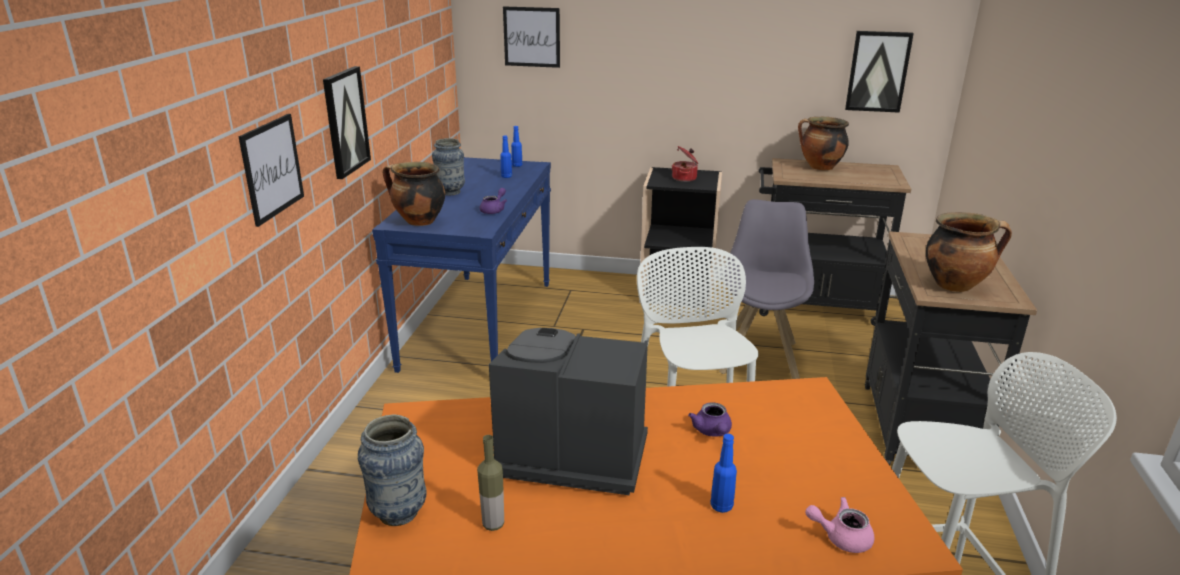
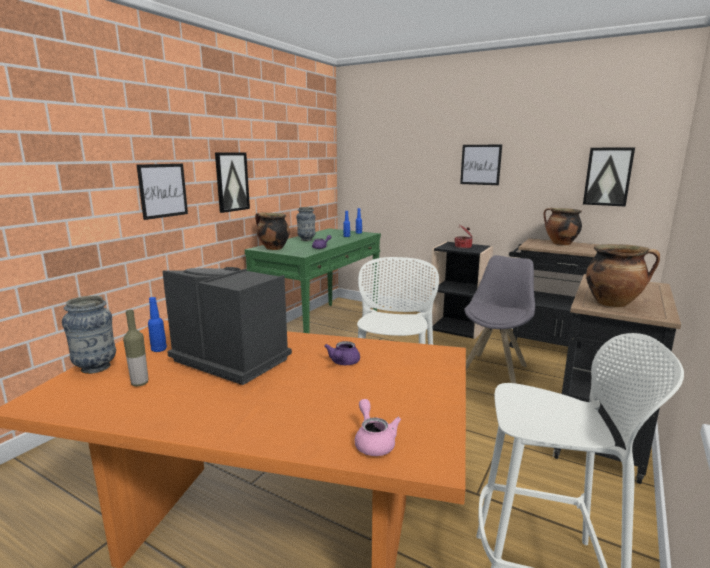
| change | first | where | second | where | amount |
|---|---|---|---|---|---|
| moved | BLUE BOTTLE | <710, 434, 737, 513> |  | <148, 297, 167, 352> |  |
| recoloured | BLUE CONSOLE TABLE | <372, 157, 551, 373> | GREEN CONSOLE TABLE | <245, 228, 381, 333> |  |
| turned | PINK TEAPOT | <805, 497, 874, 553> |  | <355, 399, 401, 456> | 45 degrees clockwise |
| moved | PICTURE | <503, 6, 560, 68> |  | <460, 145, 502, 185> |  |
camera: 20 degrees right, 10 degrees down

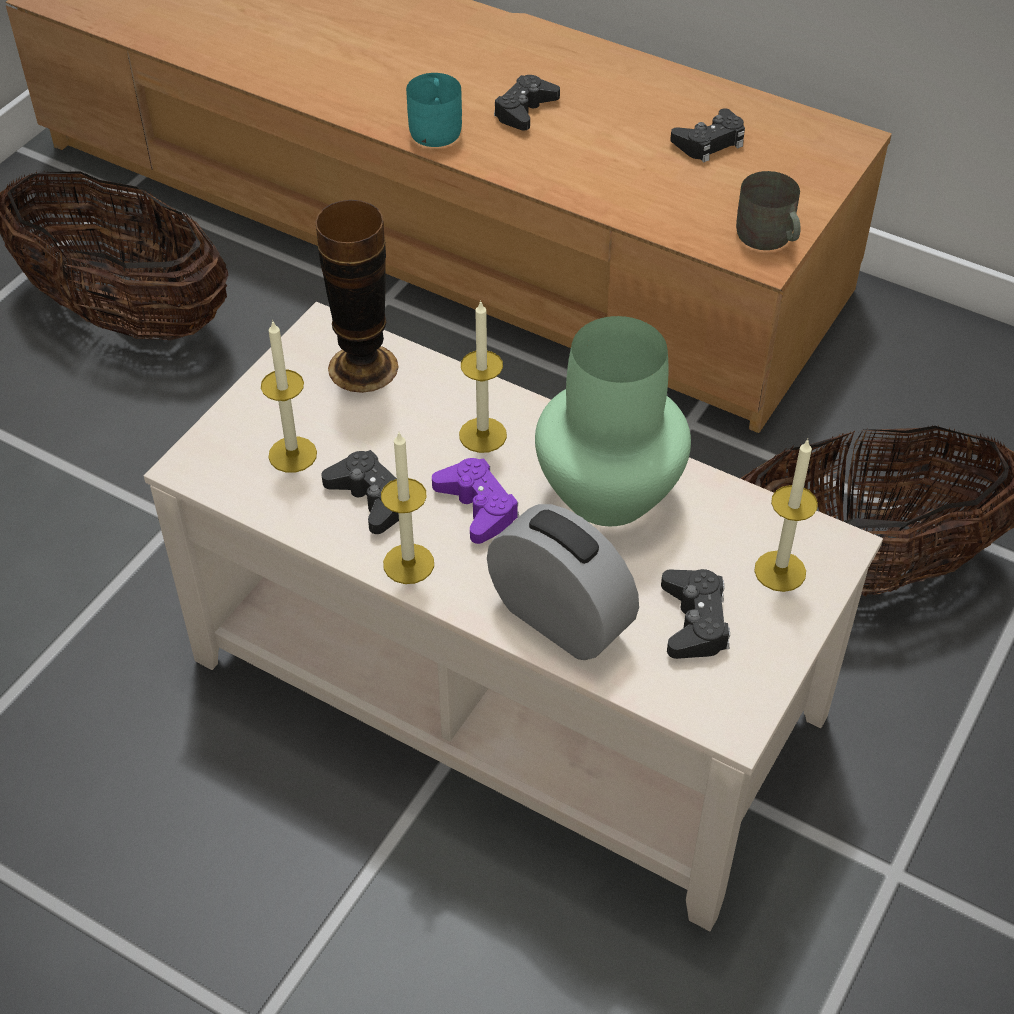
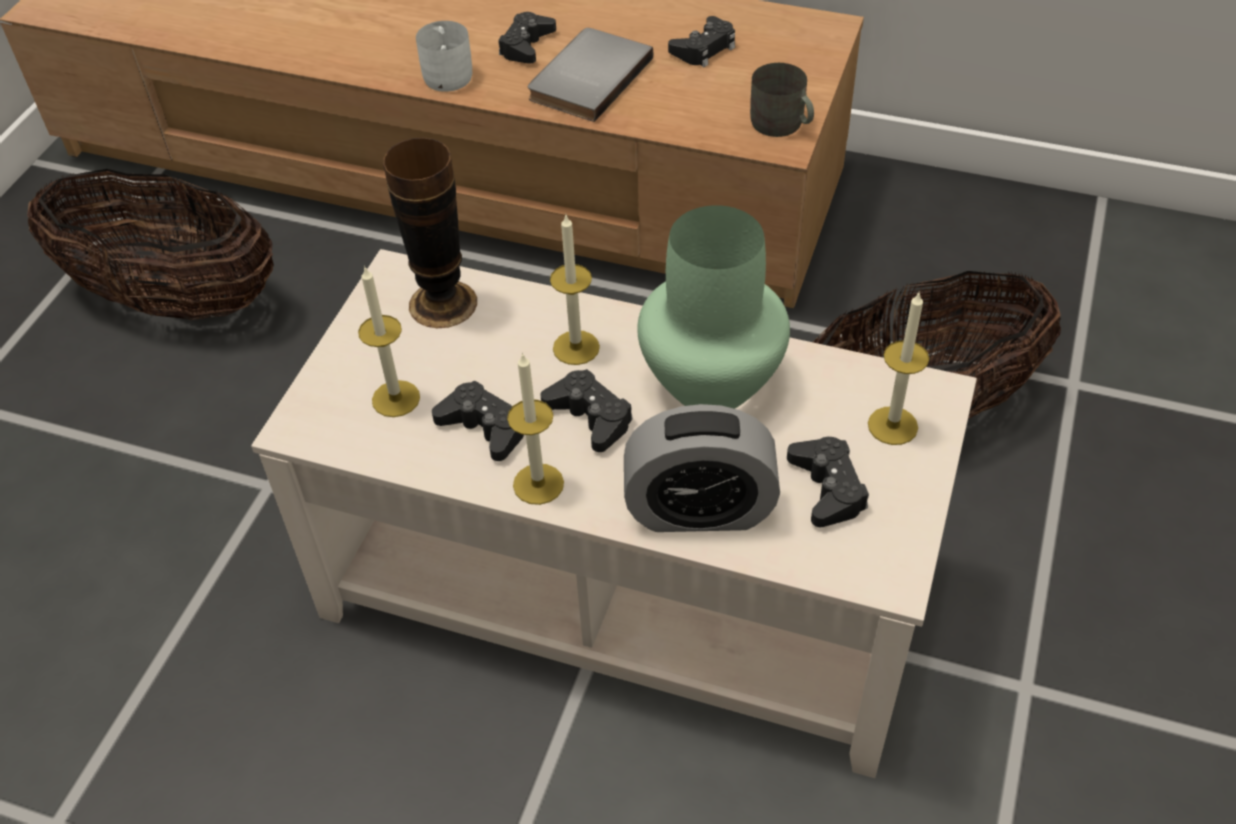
| change | first | where | second | where | amount |
|---|---|---|---|---|---|
| recoloured | TURQUOISE MUG | <406, 73, 462, 147> | WHITE MUG | <416, 21, 472, 92> |  |
| added |  |  | GREY BOOK | <528, 28, 653, 122> |  |
| recoloured | PURPLE GAME CONTROLLER | <432, 458, 519, 544> | BLACK GAME CONTROLLER | <540, 369, 633, 452> |  |
| turned | ALARM CLOCK | <487, 504, 639, 660> |  | <624, 404, 780, 532> | 150 degrees clockwise |
camera: 10 degrees left, 0 degrees up

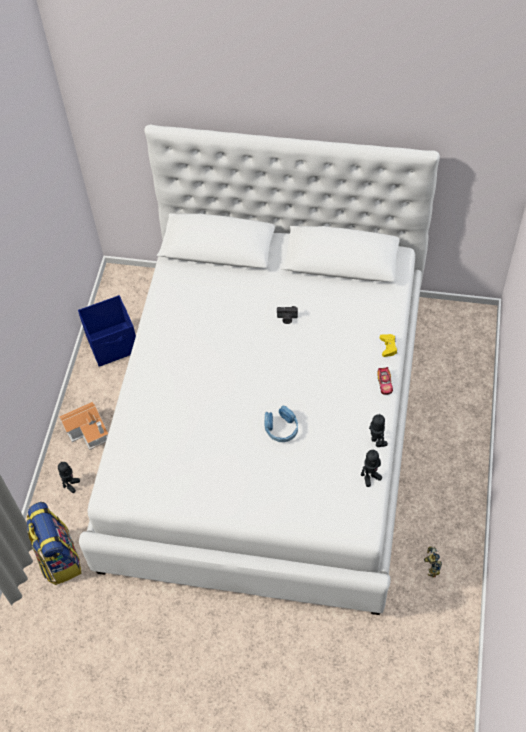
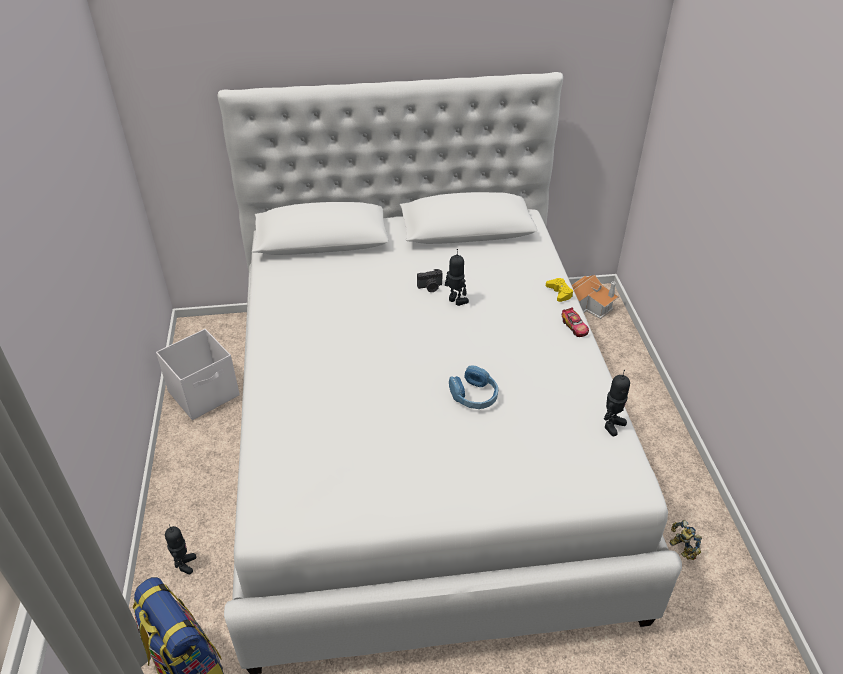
| change | first | where | second | where | amount |
|---|---|---|---|---|---|
| recoloured | BLUE STORAGE BOX | <78, 295, 136, 367> | WHITE STORAGE BOX | <156, 329, 240, 420> |  |
| moved | TOY ROBOT | <369, 414, 388, 447> |  | <445, 249, 469, 306> |  |
| moved | TOY HOUSE | <59, 401, 108, 450> |  | <572, 275, 618, 319> |  |
camera: 20 degrees left, 15 degrees down

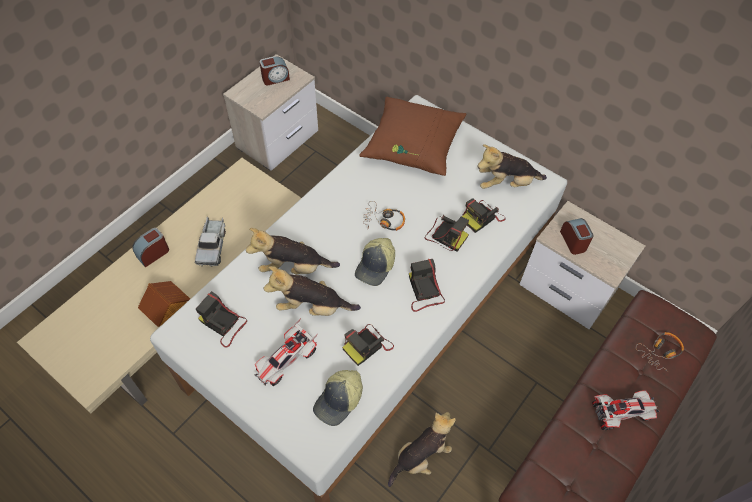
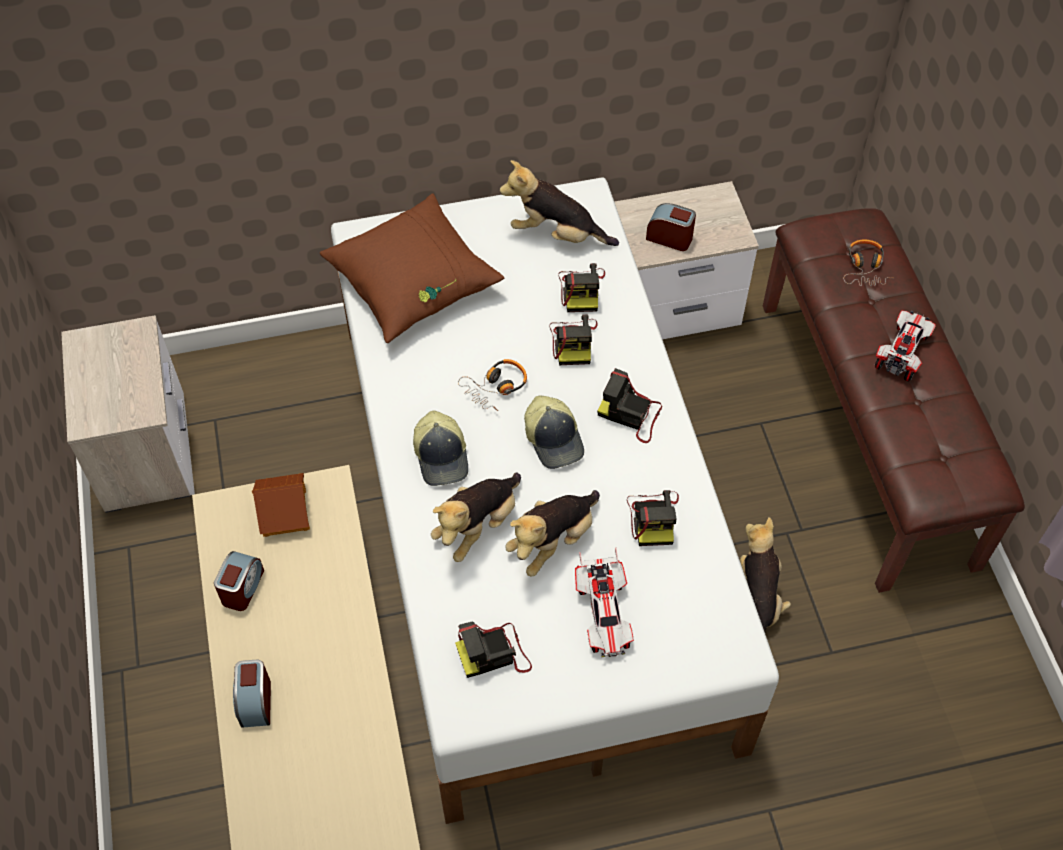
| change | first | where | second | where | amount |
|---|---|---|---|---|---|
| moved | ALARM CLOCK | <260, 56, 290, 85> |  | <214, 551, 264, 611> |  |
| moved | TOY HOUSE | <138, 281, 190, 327> |  | <252, 473, 310, 537> |  |
| moved | CAP | <313, 370, 363, 426> |  | <413, 411, 468, 486> |  |
| turned | PLUSH TOY | <477, 144, 547, 189> |  | <500, 160, 619, 246> | 75 degrees clockwise |
| turned | PHOTO CAMERA | <425, 215, 469, 252> |  | <550, 315, 598, 365> | 105 degrees clockwise |
| removed | TOY TRUCK | <195, 217, 226, 267> |  |  |  |
camera: 50 degrees left, 0 degrees up

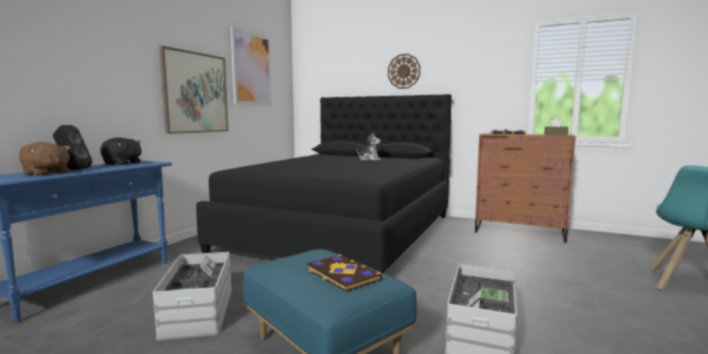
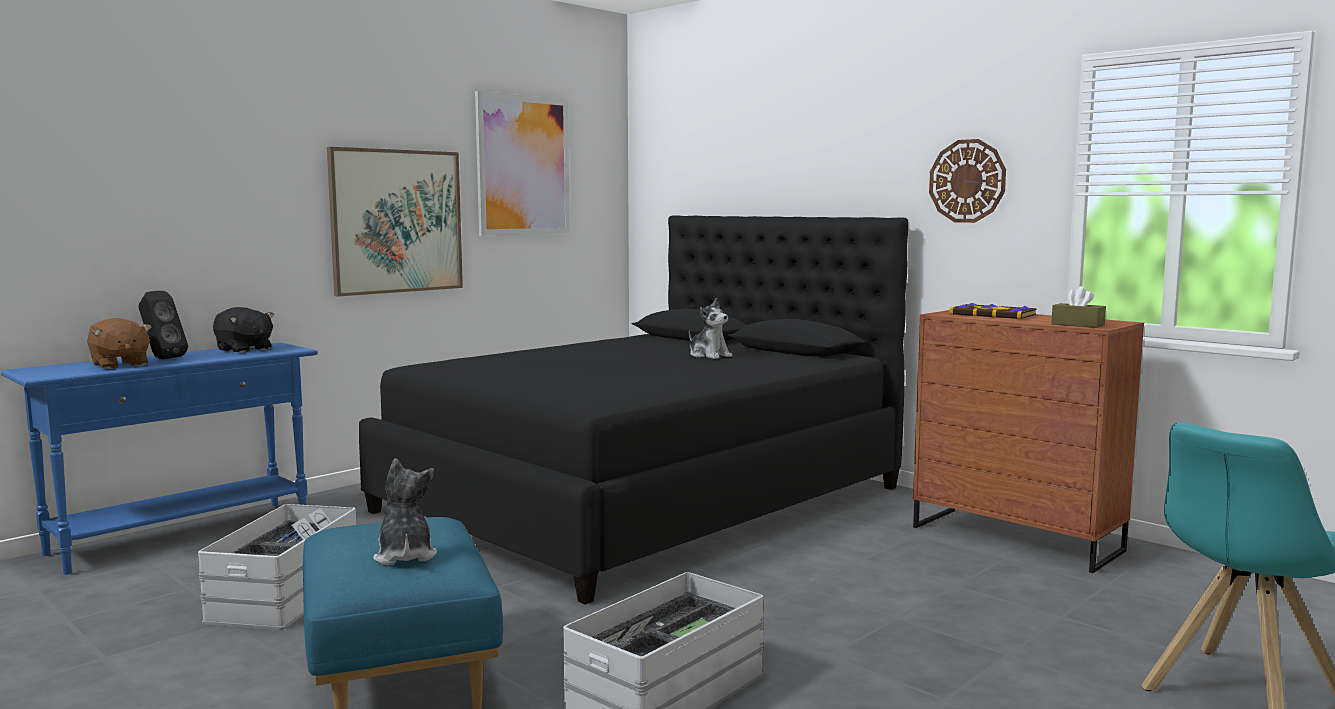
| change | first | where | second | where | amount |
|---|---|---|---|---|---|
| replaced | BOOK | <306, 254, 382, 292> | PLUSH TOY | <373, 458, 437, 565> |  |
| moved | WALL CLOCK | <388, 54, 420, 89> |  | <929, 139, 1006, 223> |  |
camera: 20 degrees right, 0 degrees up

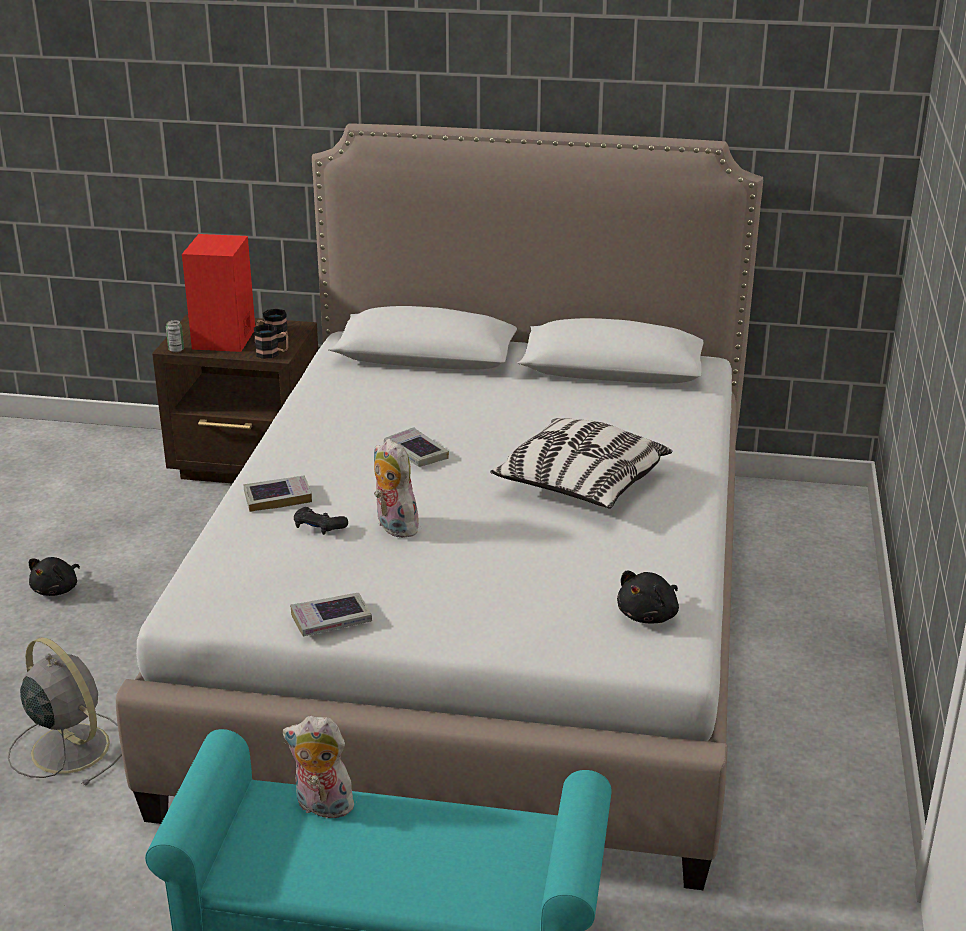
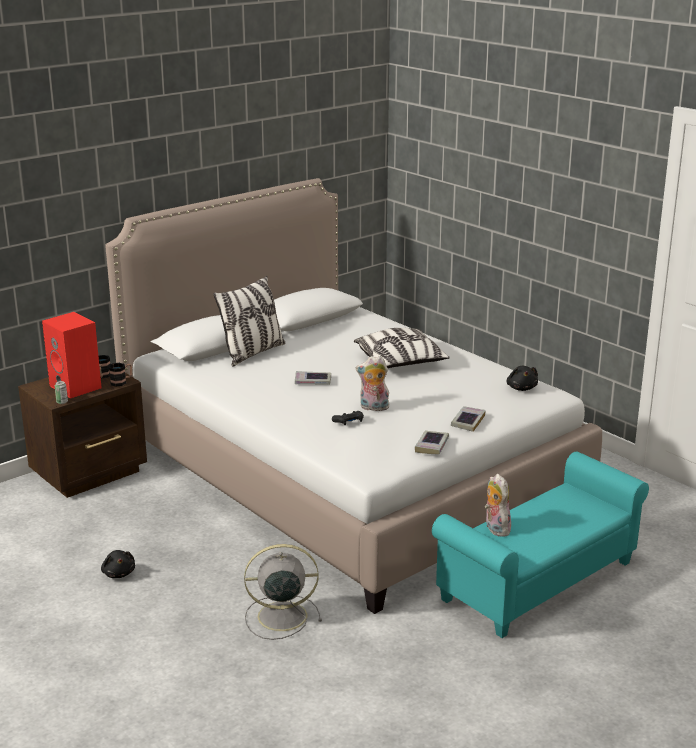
| change | first | where | second | where | amount |
|---|---|---|---|---|---|
| added |  |  | PILLOW | <213, 276, 285, 367> |  |
| moved | BOOK | <243, 476, 312, 512> |  | <451, 406, 486, 432> |  |
| turned | PLUSH TOY | <283, 716, 358, 818> |  | <485, 474, 511, 536> | 105 degrees clockwise |
camera: 50 degrees left, 5 degrees down

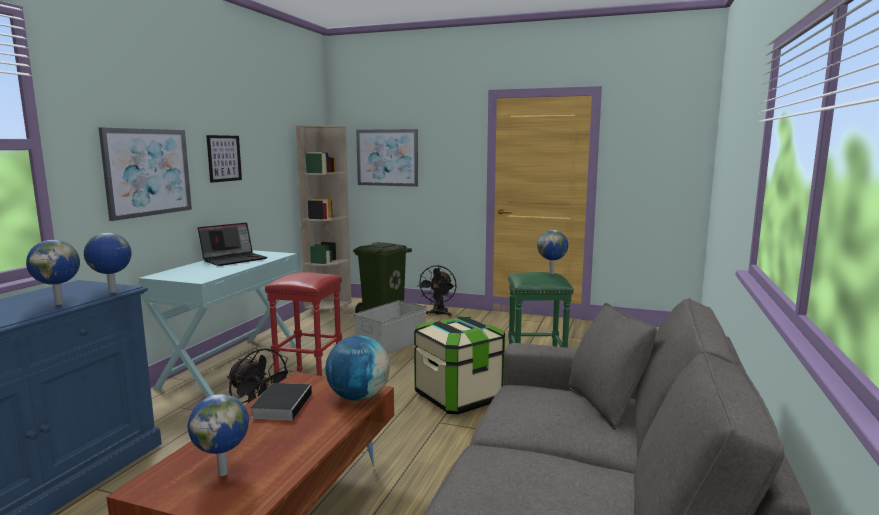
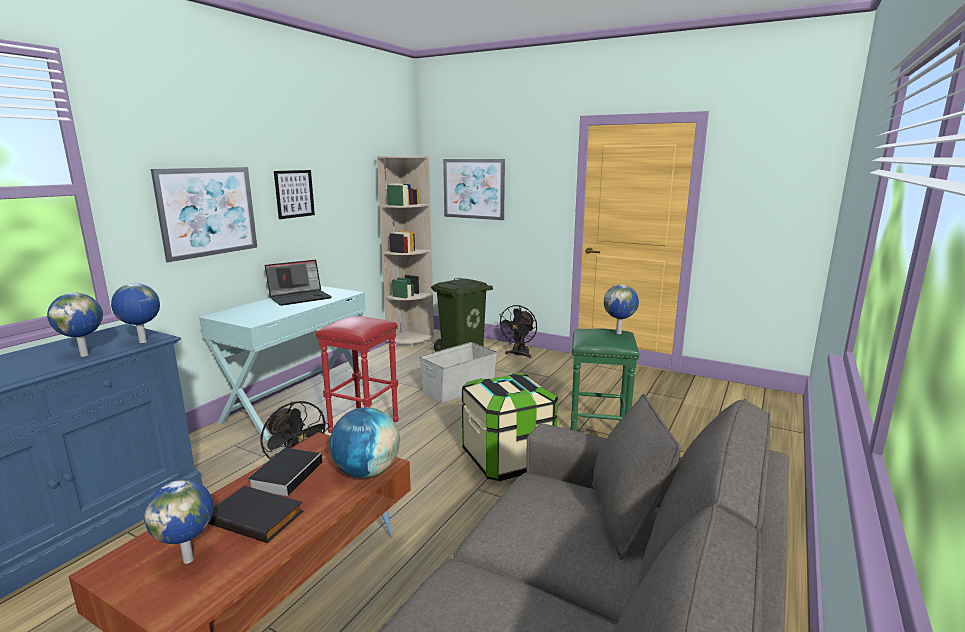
| change | first | where | second | where | amount |
|---|---|---|---|---|---|
| added |  |  | BLACK BOOK | <209, 485, 303, 543> |  |
camera: 10 degrees right, 5 degrees up

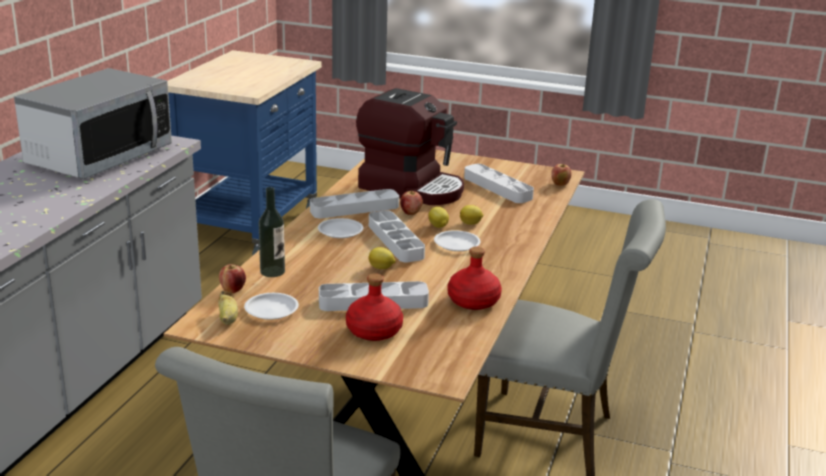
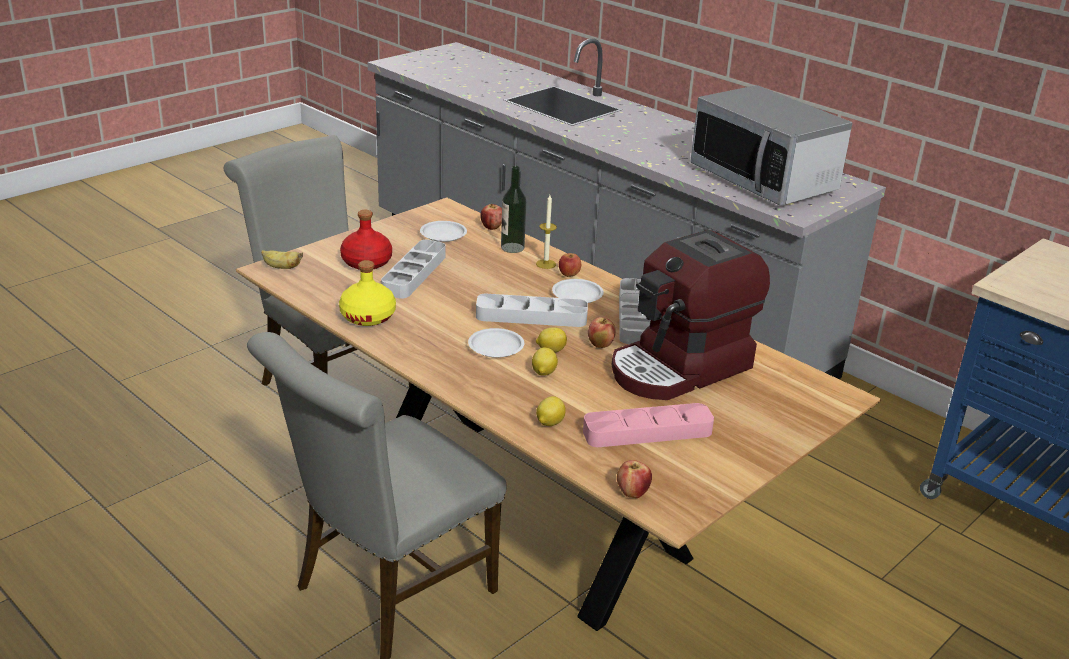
| change | first | where | second | where | amount |
|---|---|---|---|---|---|
| moved | BANANA | <218, 291, 238, 325> |  | <261, 250, 303, 269> |  |
| recoloured | RED BOTTLE | <448, 247, 502, 310> | YELLOW BOTTLE | <339, 260, 396, 326> |  |
| added |  |  | CANDLE | <536, 195, 557, 269> |  |
| moved | LEMON | <369, 247, 396, 269> |  | <536, 396, 566, 426> |  |
| added |  |  | APPLE | <559, 253, 581, 277> |  |
| recoloured | GREY TRAY | <464, 164, 534, 203> | PINK TRAY | <583, 403, 714, 447> |  |
camera: 115 degrees right, 5 degrees up

